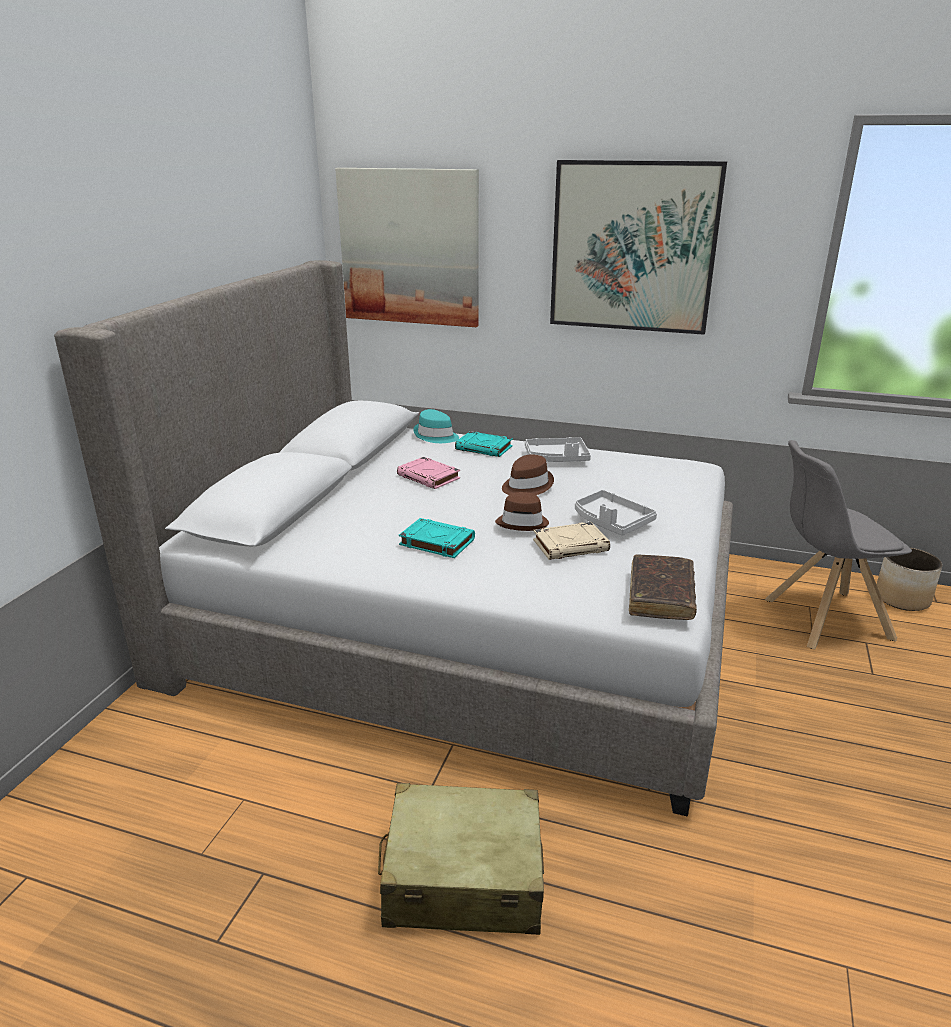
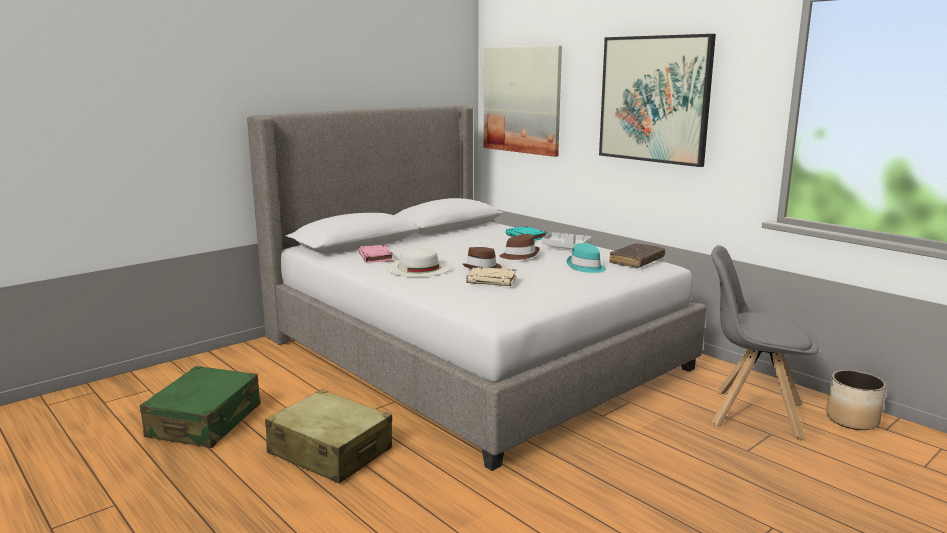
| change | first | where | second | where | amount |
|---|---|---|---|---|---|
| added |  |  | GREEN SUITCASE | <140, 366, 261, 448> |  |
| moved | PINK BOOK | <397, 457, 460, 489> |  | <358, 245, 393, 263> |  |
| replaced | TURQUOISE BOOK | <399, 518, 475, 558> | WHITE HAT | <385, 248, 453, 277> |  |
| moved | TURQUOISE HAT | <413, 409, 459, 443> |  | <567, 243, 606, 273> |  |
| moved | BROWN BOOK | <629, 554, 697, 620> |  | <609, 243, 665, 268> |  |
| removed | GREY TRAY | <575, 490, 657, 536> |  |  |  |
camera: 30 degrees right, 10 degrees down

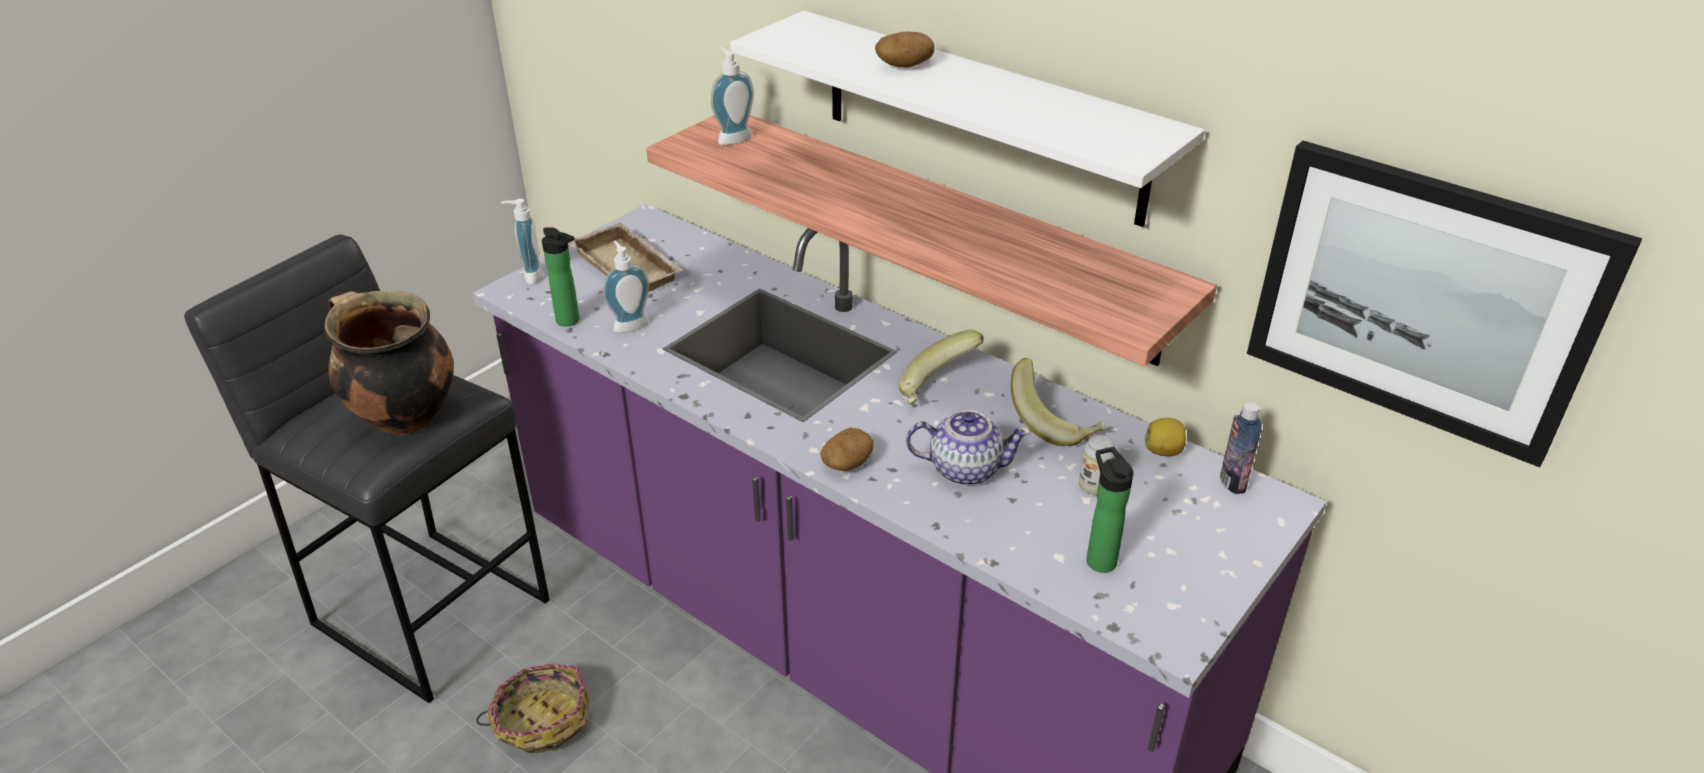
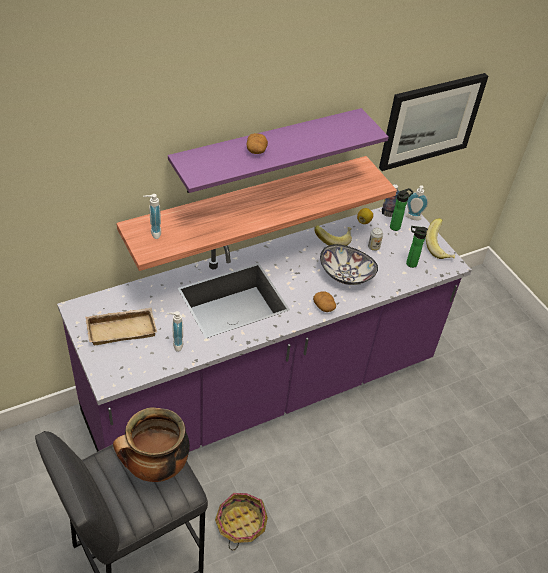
| change | first | where | second | where | amount |
|---|---|---|---|---|---|
| recoloured | WHITE SHELF | <730, 11, 1205, 227> | PURPLE SHELF | <168, 108, 389, 193> |  |
| replaced | TEAPOT | <906, 411, 1031, 485> | BOWL | <320, 244, 378, 285> |  |
| moved | BOTTLE | <542, 227, 580, 327> |  | <390, 188, 414, 231> |  |
| moved | SOAP DISPENSER | <501, 199, 543, 284> |  | <405, 185, 428, 220> |  |
| moved | BANANA | <899, 330, 984, 403> |  | <426, 218, 455, 259> |  |
camera: 70 degrees left, 10 degrees up

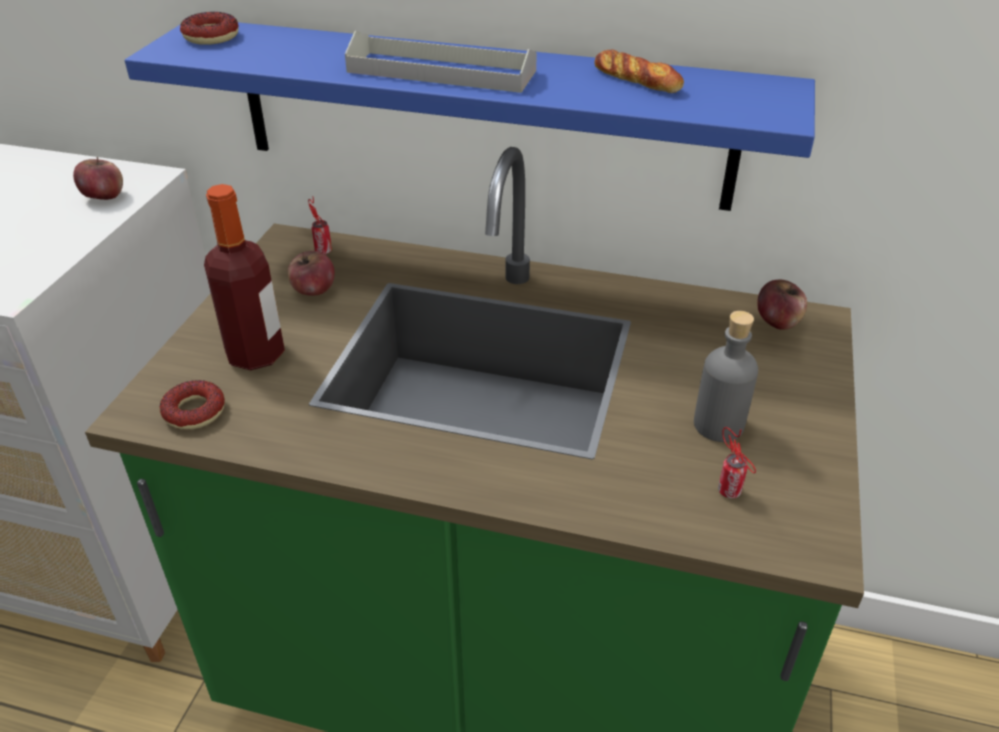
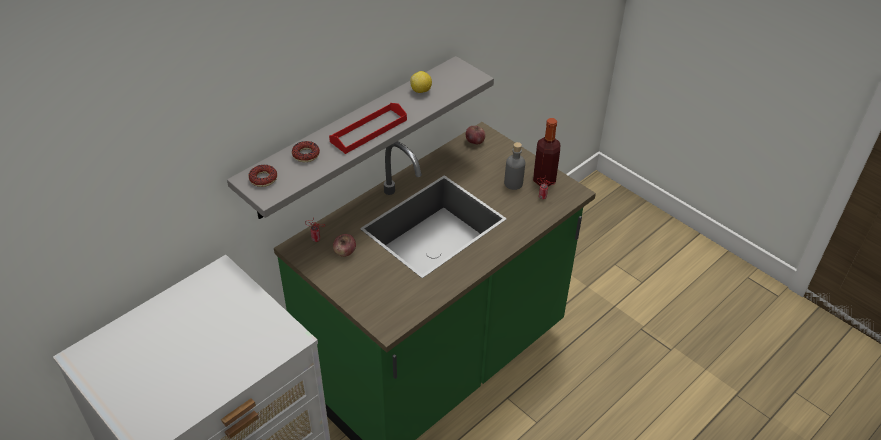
| change | first | where | second | where | amount |
|---|---|---|---|---|---|
| recoloured | BLUE SHELF | <125, 22, 815, 211> | GREY SHELF | <227, 56, 494, 219> |  |
| moved | DONUT | <159, 380, 225, 430> |  | <292, 141, 320, 162> |  |
| recoloured | GREY TRAY | <345, 31, 537, 93> | RED TRAY | <329, 103, 407, 154> |  |
| replaced | BREAD | <594, 50, 684, 93> | LEMON | <410, 71, 432, 93> |  |
| moved | BOTTLE | <204, 184, 285, 370> |  | <533, 118, 560, 187> |  |
| removed | APPLE | <73, 157, 123, 200> |  |  |  |
camera: 60 degrees left, 5 degrees up

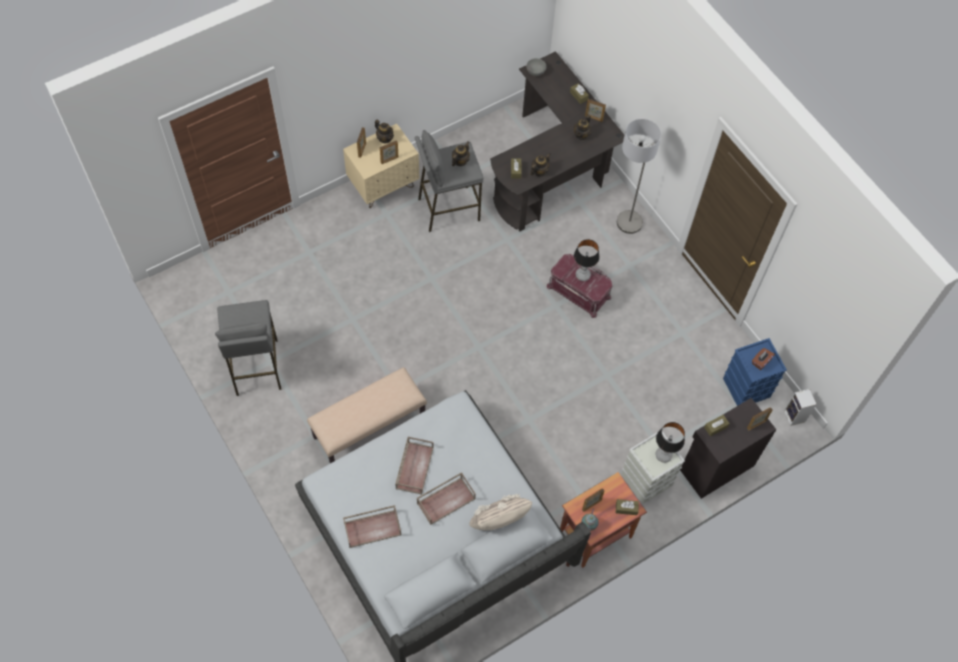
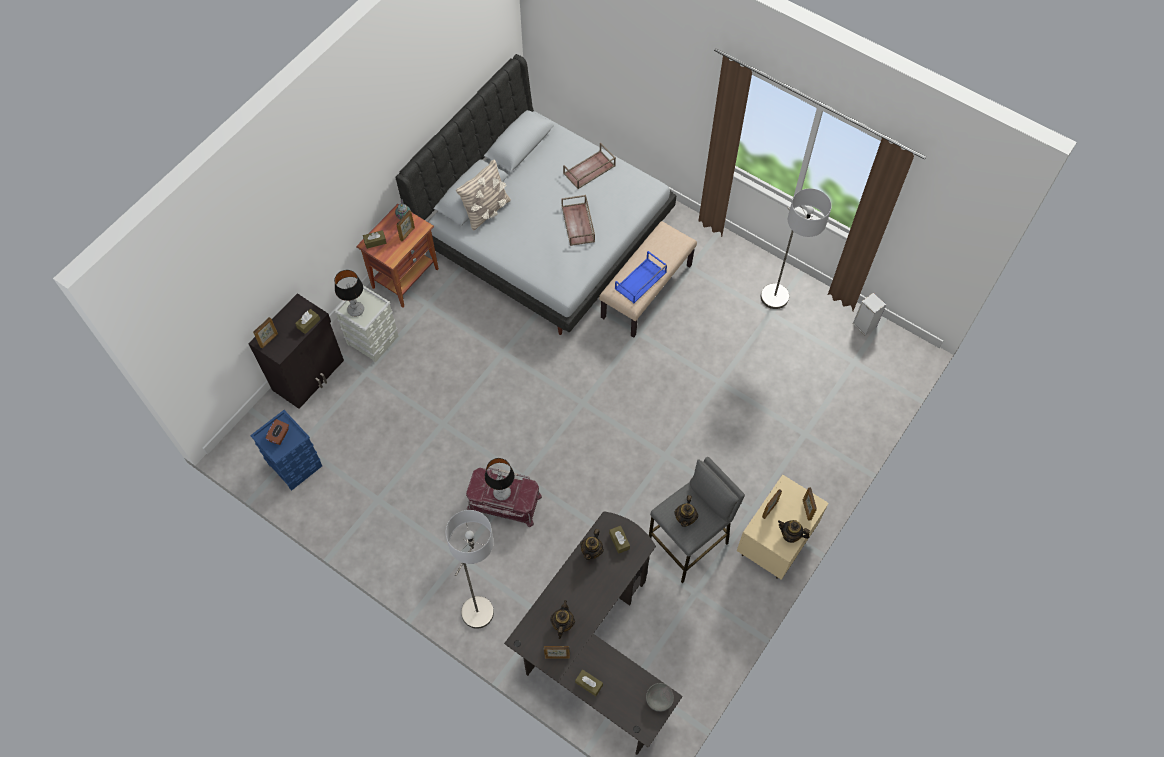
| change | first | where | second | where | amount |
|---|---|---|---|---|---|
| added |  |  | BLUE TRAY | <615, 251, 667, 304> |  |
| replaced | GREY STOOL | <215, 300, 281, 396> | GREY FLOOR LAMP | <761, 188, 832, 309> |  |
| moved | SPEAKER | <784, 389, 817, 426> |  | <853, 293, 886, 336> |  |
| removed | BROWN TRAY | <417, 472, 476, 525> |  |  |  |
camera: 160 degrees right, 0 degrees up

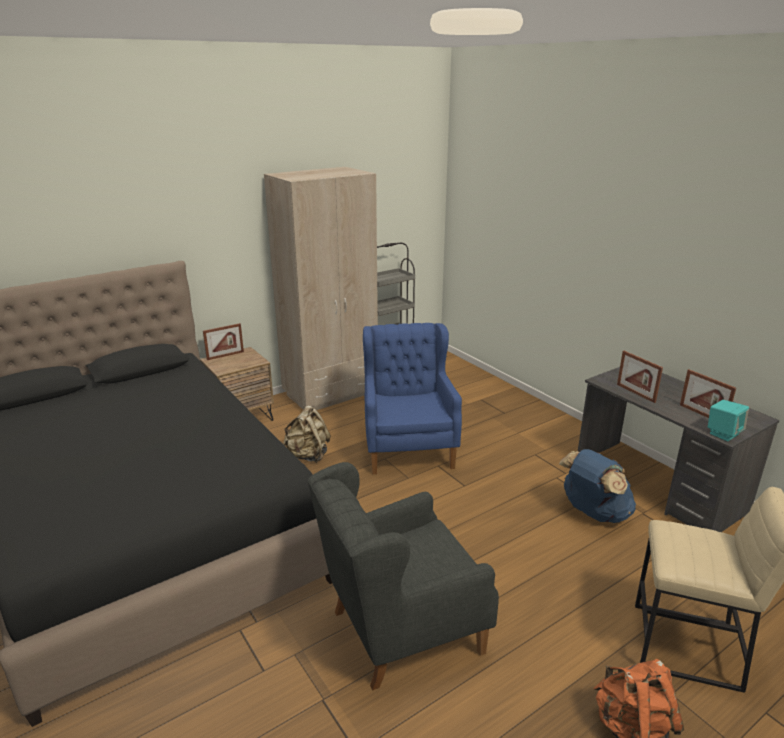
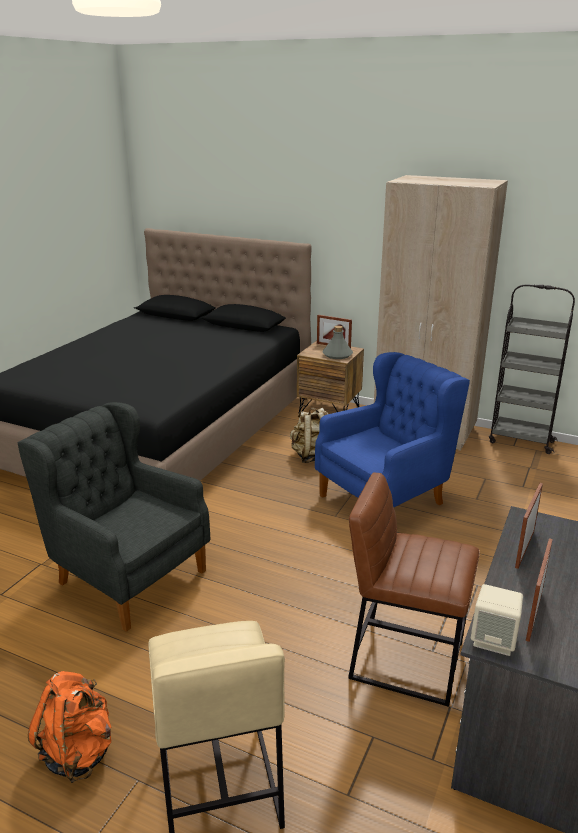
| change | first | where | second | where | amount |
|---|---|---|---|---|---|
| added |  |  | GREY BOTTLE | <323, 326, 353, 359> |  |
| replaced | BLUE BACKPACK | <559, 449, 636, 523> | BROWN CHAIR | <348, 472, 479, 707> |  |
| recoloured | TURQUOISE SPEAKER | <708, 400, 749, 441> | BEIGE SPEAKER | <471, 584, 523, 656> |  |
camera: 60 degrees right, 0 degrees up

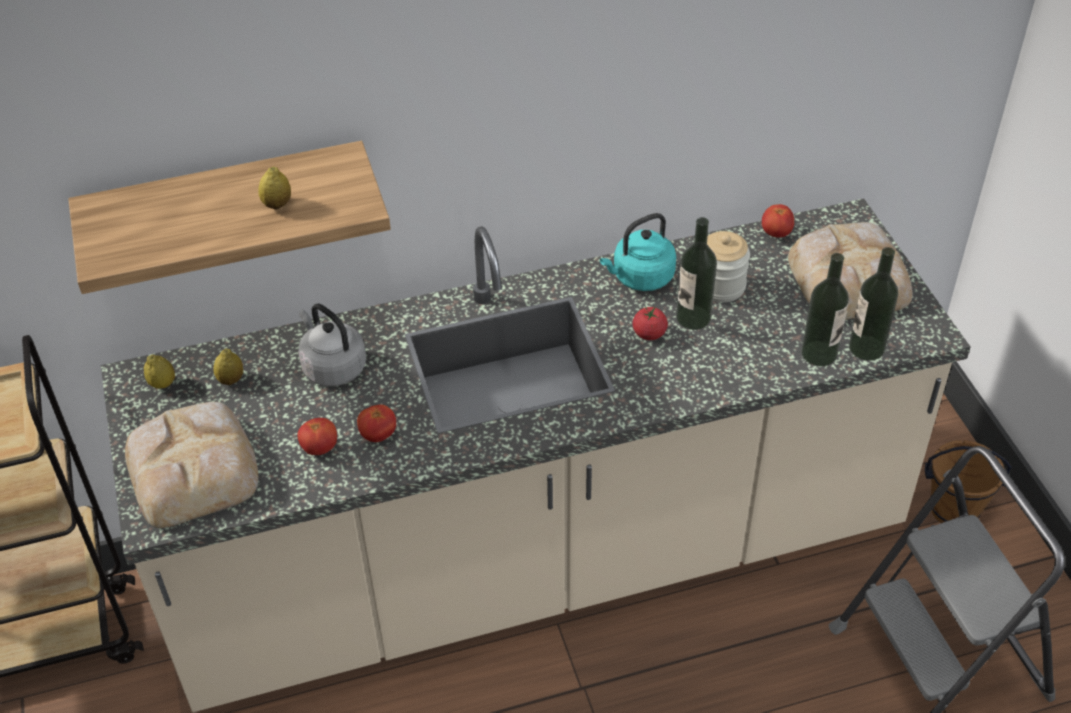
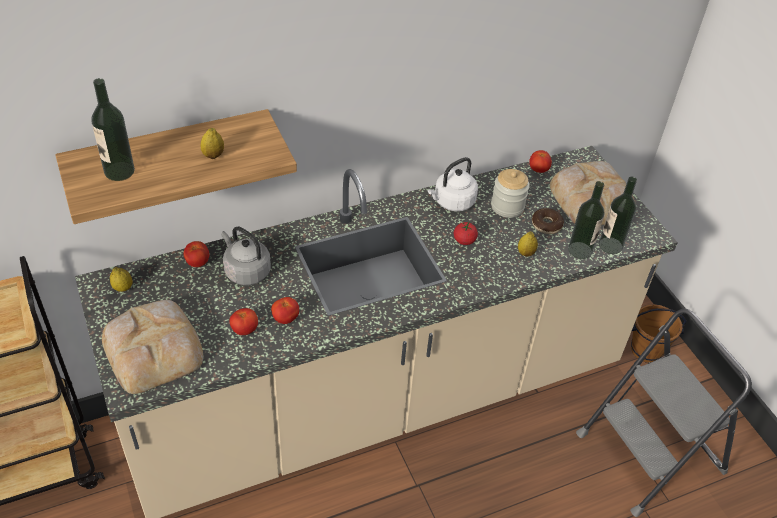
| change | first | where | second | where | amount |
|---|---|---|---|---|---|
| moved | BOTTLE | <676, 217, 717, 330> |  | <91, 78, 135, 181> |  |
| added |  |  | TOMATO | <184, 241, 209, 267> |  |
| recoloured | TURQUOISE KETTLE | <600, 213, 676, 291> | WHITE KETTLE | <428, 157, 478, 211> |  |
| moved | LEMON | <214, 349, 243, 385> |  | <518, 232, 538, 257> |  |
| added |  |  | DONUT | <532, 208, 564, 234> |  |
camera: 10 degrees left, 0 degrees up

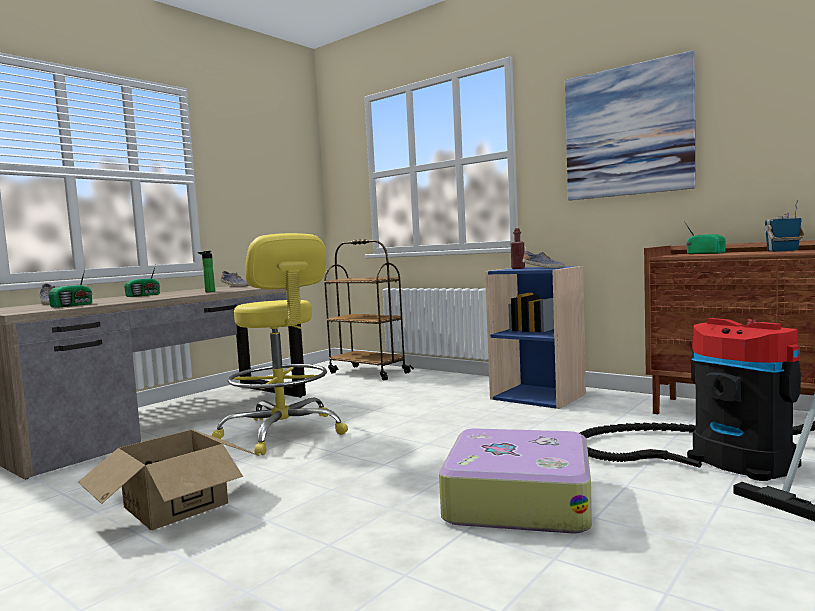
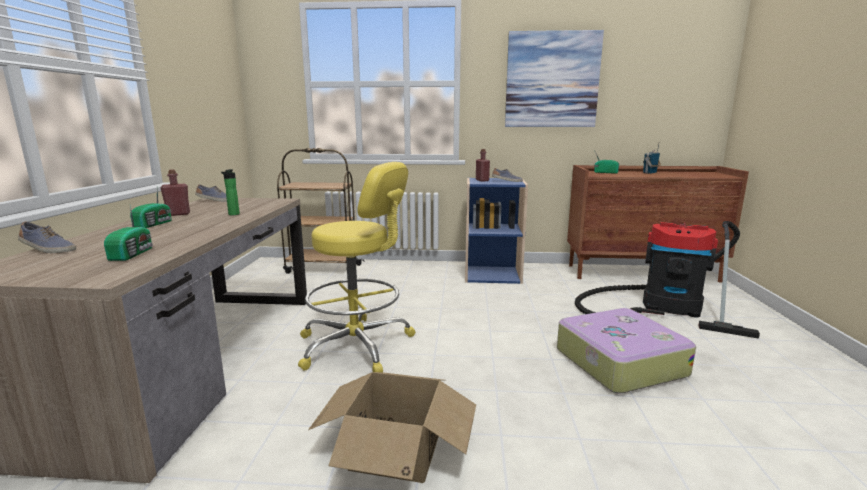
| change | first | where | second | where | amount |
|---|---|---|---|---|---|
| added |  |  | RED BOTTLE | <160, 169, 190, 216> |  |
camera: 35 degrees left, 10 degrees up

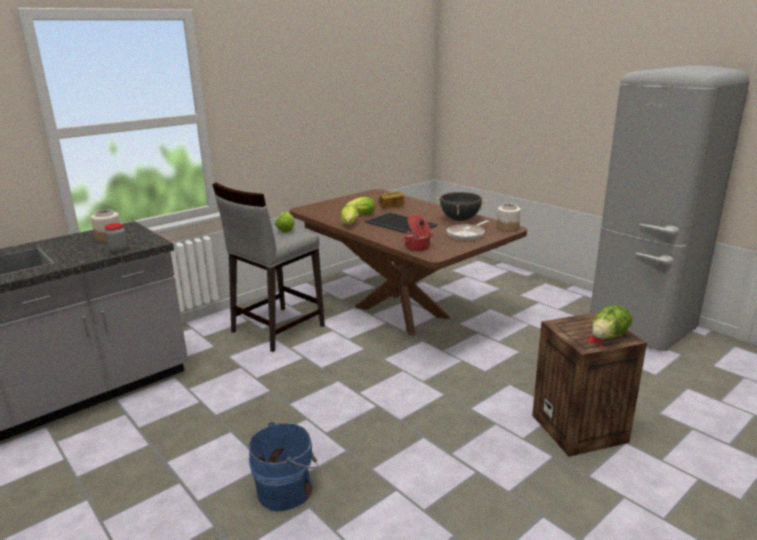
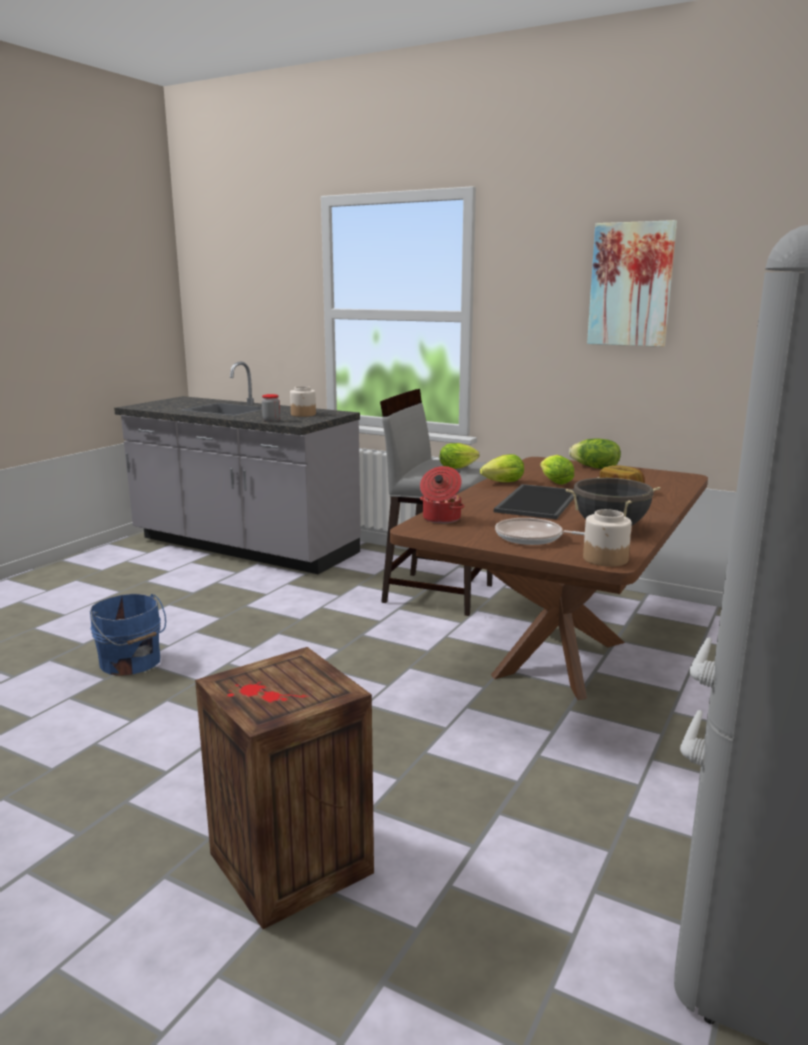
| change | first | where | second | where | amount |
|---|---|---|---|---|---|
| moved | LETTUCE | <592, 305, 633, 339> |  | <569, 439, 621, 469> |  |
| added |  |  | PICTURE | <587, 220, 677, 347> |  |
camera: 70 degrees right, 5 degrees down

